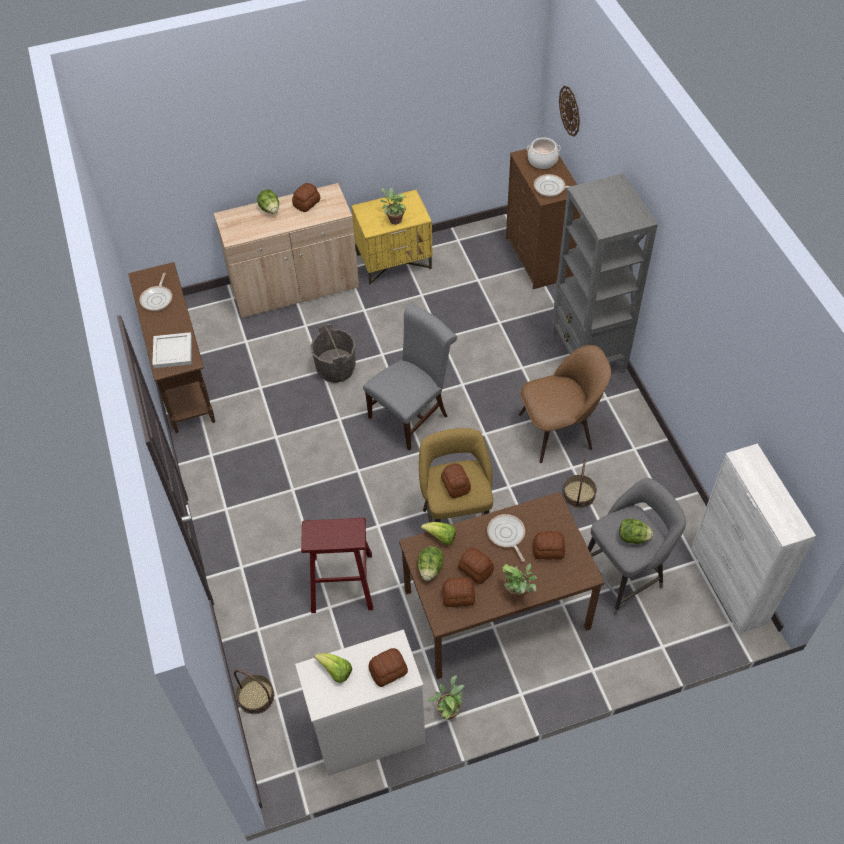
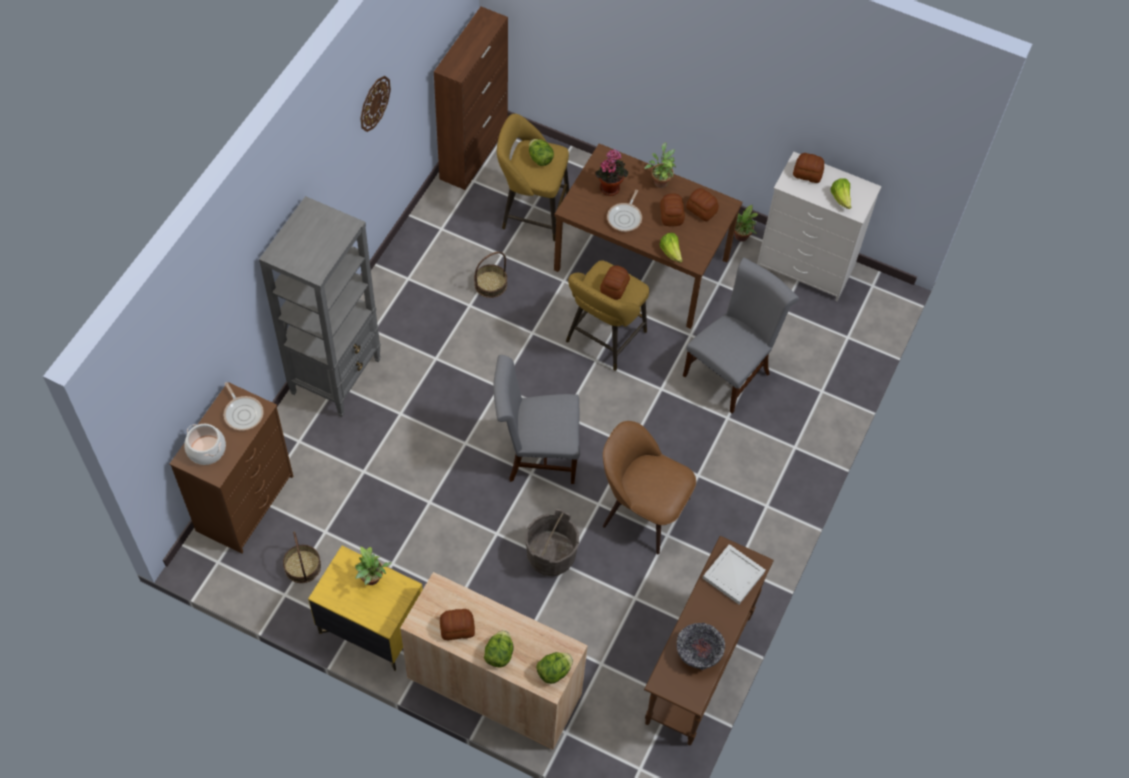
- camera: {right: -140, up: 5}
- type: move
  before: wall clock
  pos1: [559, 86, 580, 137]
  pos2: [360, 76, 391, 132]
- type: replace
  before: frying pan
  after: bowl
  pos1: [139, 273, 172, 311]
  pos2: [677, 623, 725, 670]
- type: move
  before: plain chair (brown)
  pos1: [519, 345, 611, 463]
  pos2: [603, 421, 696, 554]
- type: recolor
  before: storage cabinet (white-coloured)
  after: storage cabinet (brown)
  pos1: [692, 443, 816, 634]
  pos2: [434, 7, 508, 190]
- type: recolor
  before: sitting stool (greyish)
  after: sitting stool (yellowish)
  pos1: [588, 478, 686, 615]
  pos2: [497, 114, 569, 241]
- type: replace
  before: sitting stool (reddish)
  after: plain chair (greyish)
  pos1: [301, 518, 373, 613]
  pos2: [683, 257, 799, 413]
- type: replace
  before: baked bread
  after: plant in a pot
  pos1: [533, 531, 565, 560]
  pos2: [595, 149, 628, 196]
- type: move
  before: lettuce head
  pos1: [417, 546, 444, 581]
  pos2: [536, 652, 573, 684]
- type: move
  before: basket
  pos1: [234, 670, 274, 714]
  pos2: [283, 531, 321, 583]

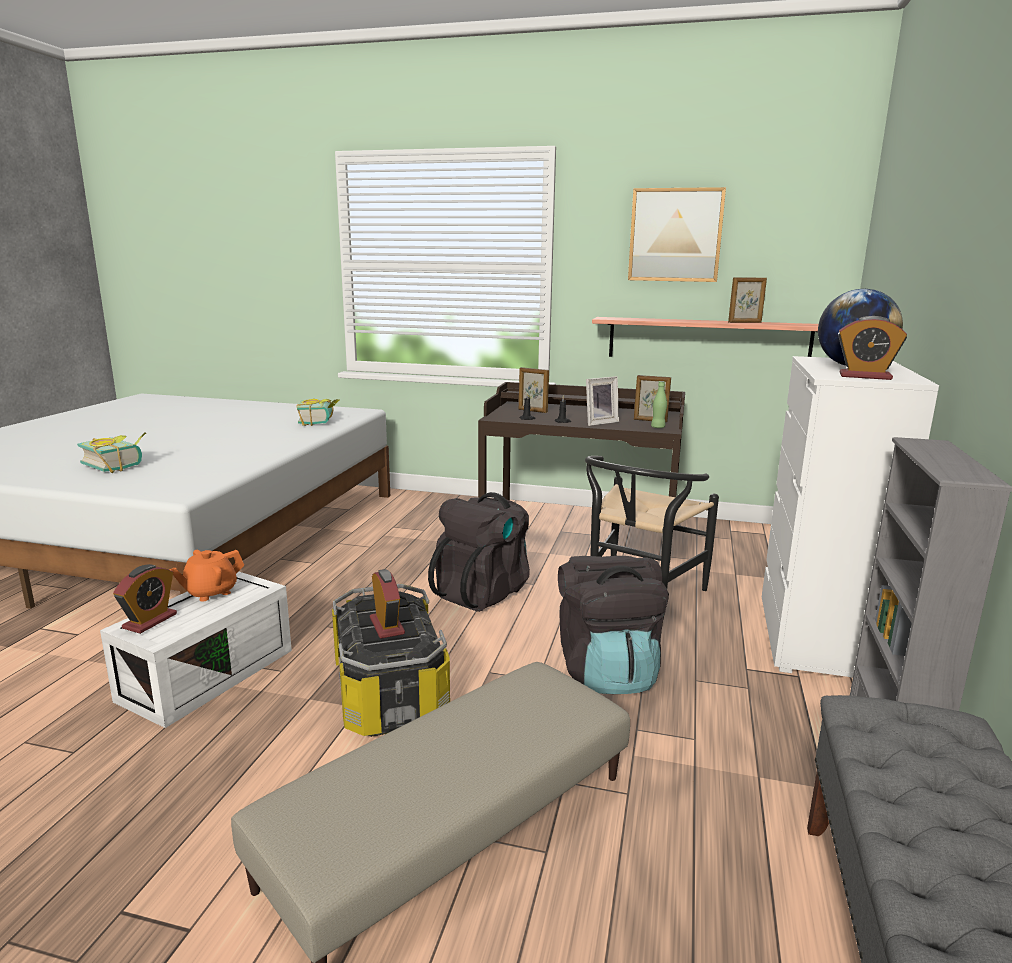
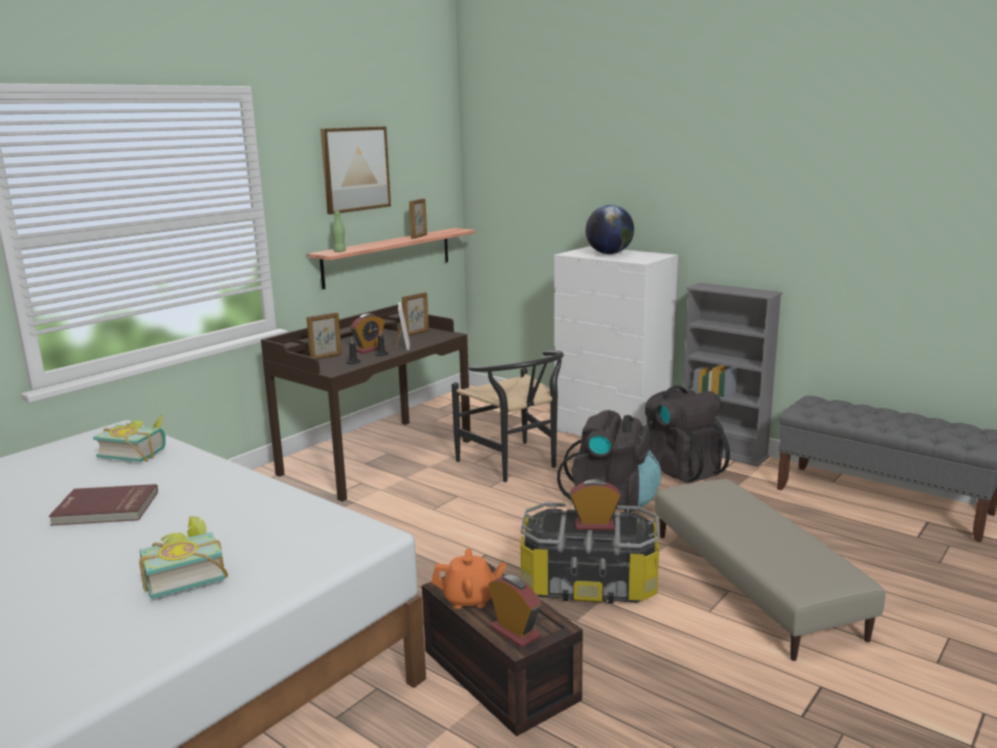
- camera: {right: -65, up: 0}
- type: move
  before: alarm clock
  pos1: [838, 316, 907, 380]
  pos2: [350, 313, 385, 354]
- type: move
  before: beverage bottle (green)
  pos1: [651, 381, 667, 428]
  pos2: [332, 211, 346, 252]
- type: move
  before: knapsack (black)
  pos1: [428, 492, 530, 612]
  pos2: [645, 385, 730, 484]
- type: rotate
  before: tea pot (orange)
  pos1: [169, 550, 244, 602]
  pos2: [432, 549, 506, 609]
  turn: -75
- type: recolor
  before: storage bin (white-coloured)
  after: storage bin (brown)
  pos1: [100, 572, 292, 728]
  pos2: [422, 563, 583, 737]
- type: insert
  after: bound book (reddish)
  pos2: [49, 484, 158, 526]

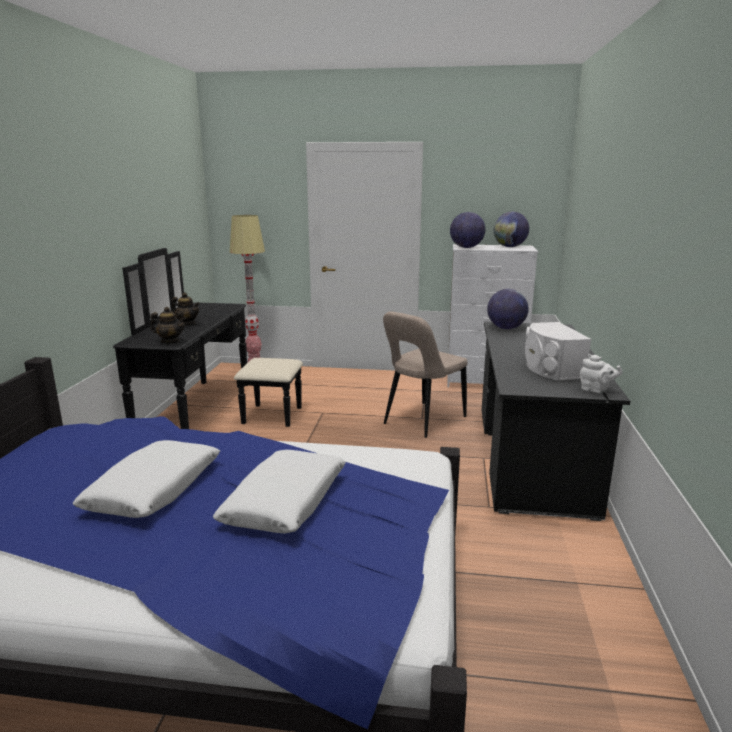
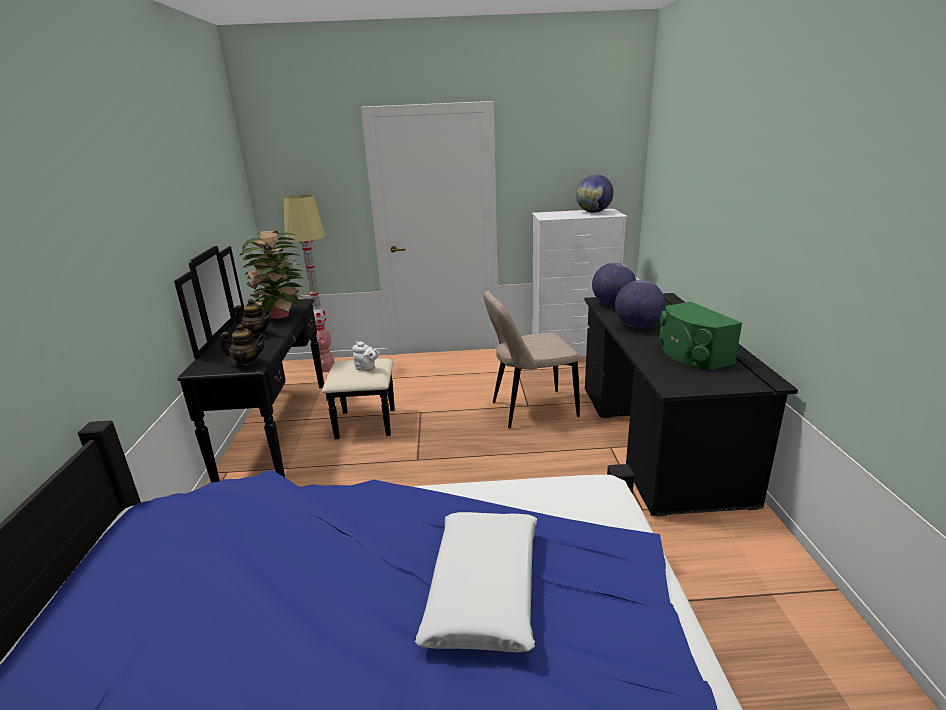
- camera: {right: -10, up: 5}
- type: move
  before: world globe
  pos1: [450, 212, 485, 248]
  pos2: [615, 280, 665, 328]
- type: rotate
  before: plain chair (beige)
  pos1: [383, 311, 468, 438]
  pos2: [483, 291, 580, 428]
  turn: 45
- type: recolor
  before: loudspeaker (white-coloured)
  after: loudspeaker (green)
  pos1: [525, 322, 591, 381]
  pos2: [660, 302, 742, 370]
- type: move
  before: tea pot (white-coloured)
  pos1: [580, 354, 623, 393]
  pos2: [352, 341, 380, 371]
- type: delete
  before: cushion (white-coloured)
  pos1: [73, 440, 220, 518]
- type: insert
  after: plant in a pot
  pos2: [239, 230, 308, 319]

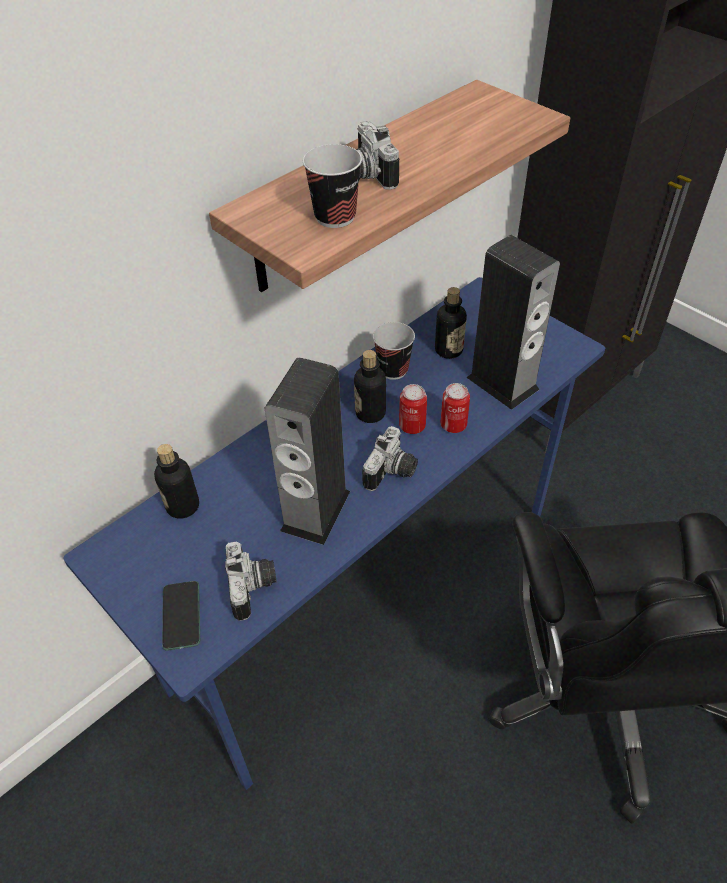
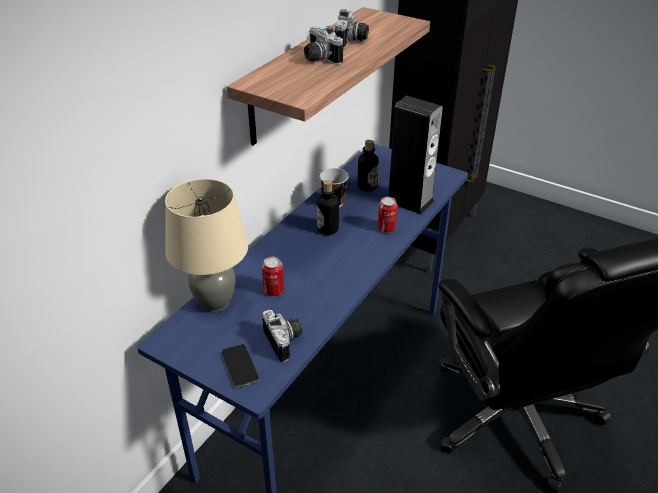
- camera: {right: -15, up: -10}
- type: delete
  before: small cup
  pos1: [303, 144, 362, 228]
- type: delete
  before: loudspeaker
  pos1: [265, 358, 350, 545]
- type: move
  before: sealed can
  pos1: [399, 384, 427, 434]
  pos2: [262, 257, 284, 296]
- type: move
  before: photo camera
  pos1: [362, 426, 418, 491]
  pos2: [334, 9, 369, 49]
- type: replace
  before: beverage bottle
  after: lamp for a table (beige)
  pos1: [154, 444, 199, 519]
  pos2: [165, 179, 248, 312]

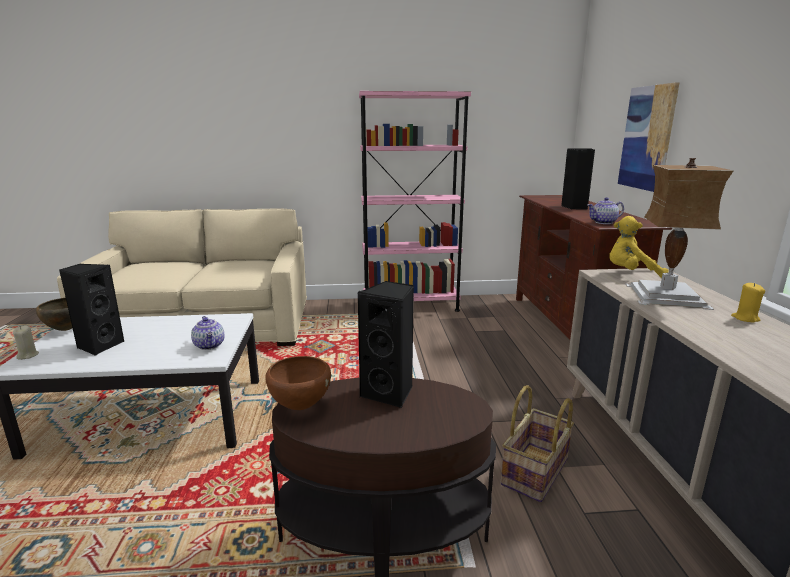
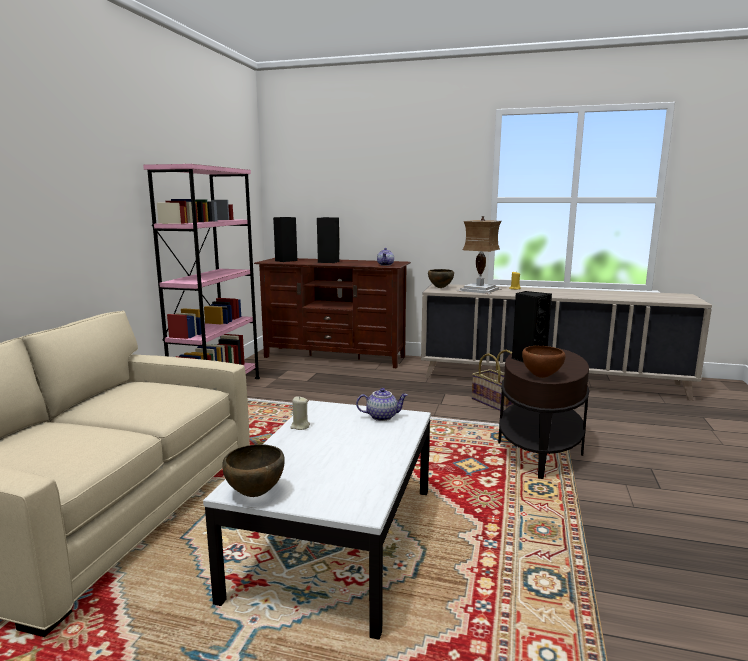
- camera: {right: -70, up: -5}
- type: delete
  before: wall art
  pos1: [618, 82, 680, 192]
- type: replace
  before: cuddly toy (yellowish)
  after: bowl (brown)
  pos1: [609, 216, 668, 279]
  pos2: [428, 269, 454, 288]
- type: move
  before: loudspeaker (black)
  pos1: [59, 263, 125, 356]
  pos2: [273, 217, 297, 262]
- type: move
  before: wax light (beige)
  pos1: [13, 326, 39, 360]
  pos2: [290, 396, 310, 430]

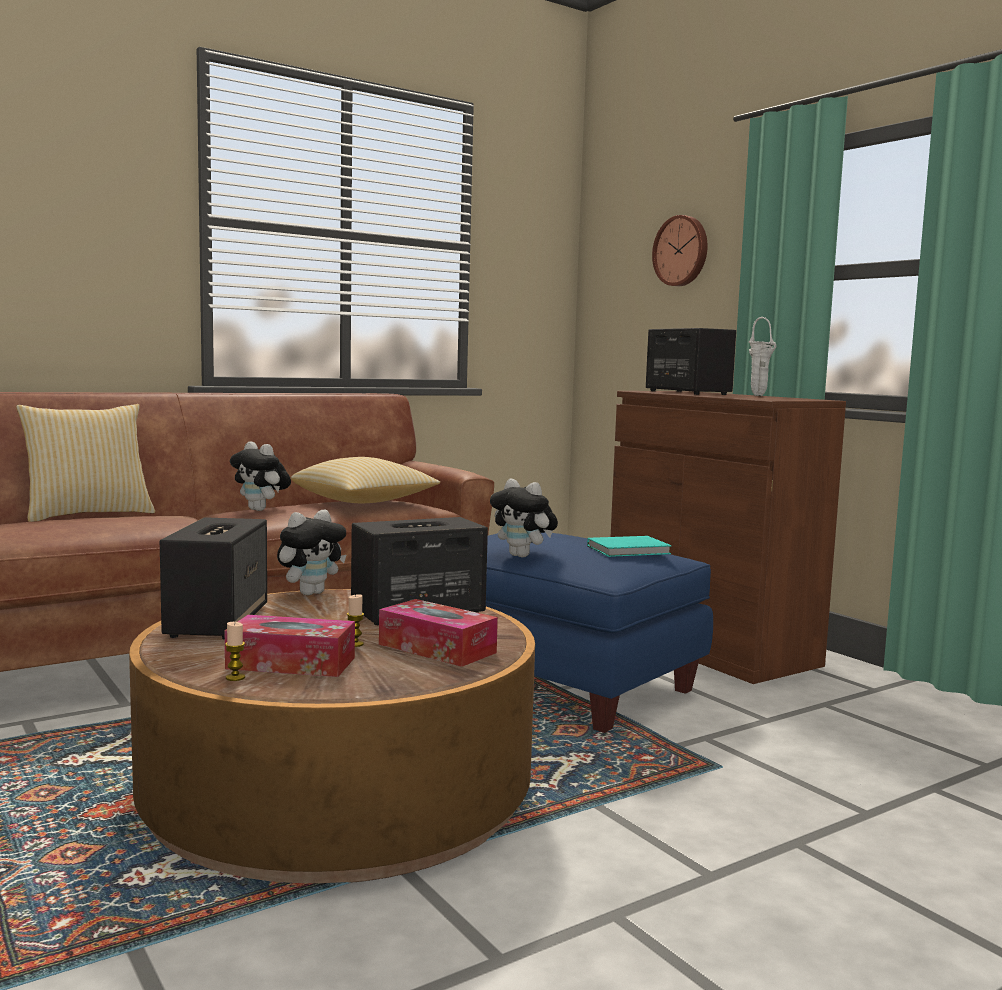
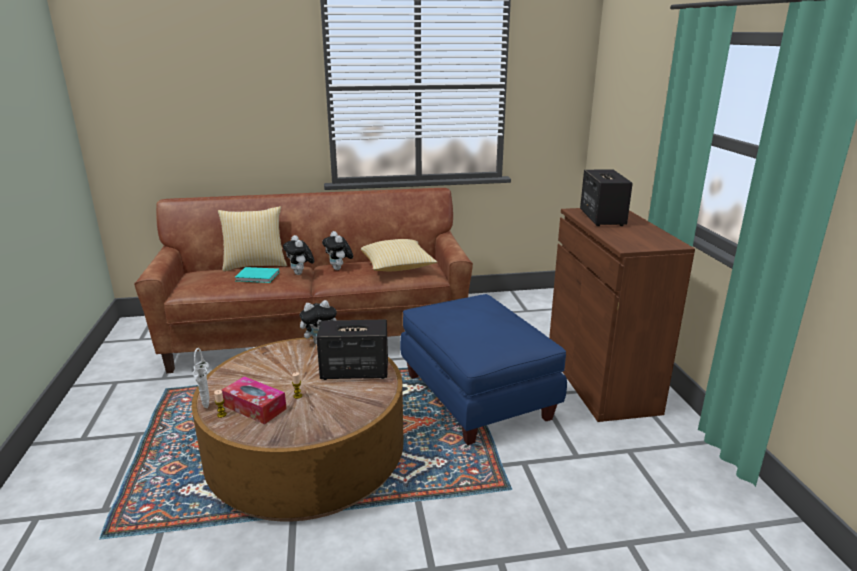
- camera: {right: 25, up: 15}
- type: delete
  before: wall clock
  pos1: [652, 215, 708, 286]
- type: move
  before: flower vase (white-coloured)
  pos1: [749, 317, 776, 396]
  pos2: [193, 348, 210, 408]
- type: move
  before: cuddly toy
  pos1: [490, 479, 558, 557]
  pos2: [283, 235, 314, 275]
- type: delete
  before: loudspeaker
  pos1: [160, 517, 267, 640]
- type: move
  before: bound book (turquoise)
  pos1: [587, 536, 672, 557]
  pos2: [235, 267, 279, 283]
- type: delete
  before: tissue holder
  pos1: [379, 599, 498, 667]

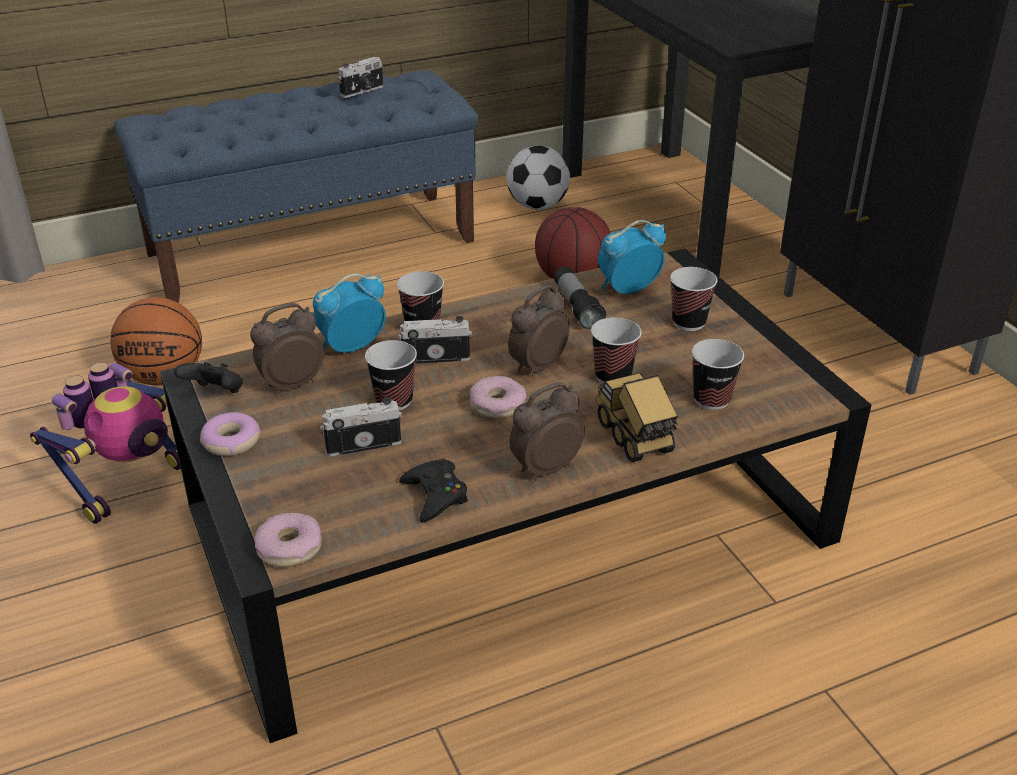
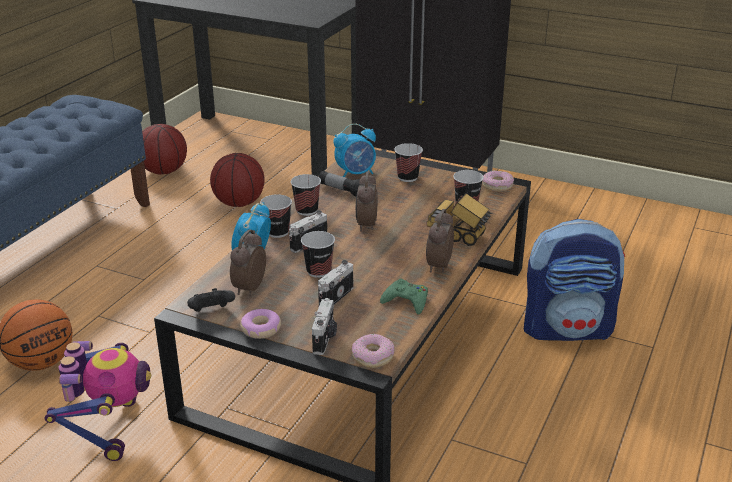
- camera: {right: -40, up: -5}
- type: move
  before: photo camera
  pos1: [338, 57, 383, 98]
  pos2: [312, 298, 337, 355]
- type: replace
  before: football ball
  after: basketball ball
  pos1: [507, 145, 570, 210]
  pos2: [142, 124, 187, 174]
- type: rotate
  before: alarm clock
  pos1: [598, 220, 666, 294]
  pos2: [333, 123, 376, 177]
  turn: -135
- type: move
  before: small cup
  pos1: [591, 317, 641, 384]
  pos2: [291, 174, 321, 216]
- type: move
  before: ring doughnut
  pos1: [470, 376, 526, 419]
  pos2: [482, 171, 514, 192]
- type: recolor
  before: gamepad (black)
  after: gamepad (green)
  pos1: [399, 459, 468, 523]
  pos2: [380, 279, 428, 314]
- type: insert
  after: knapsack
  pos2: [524, 219, 625, 341]

